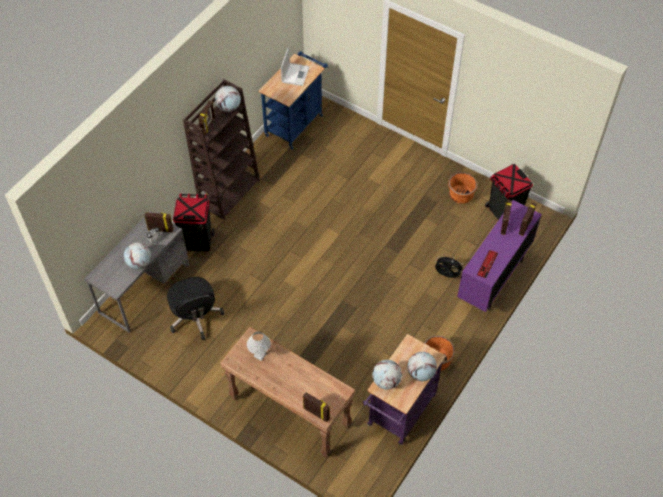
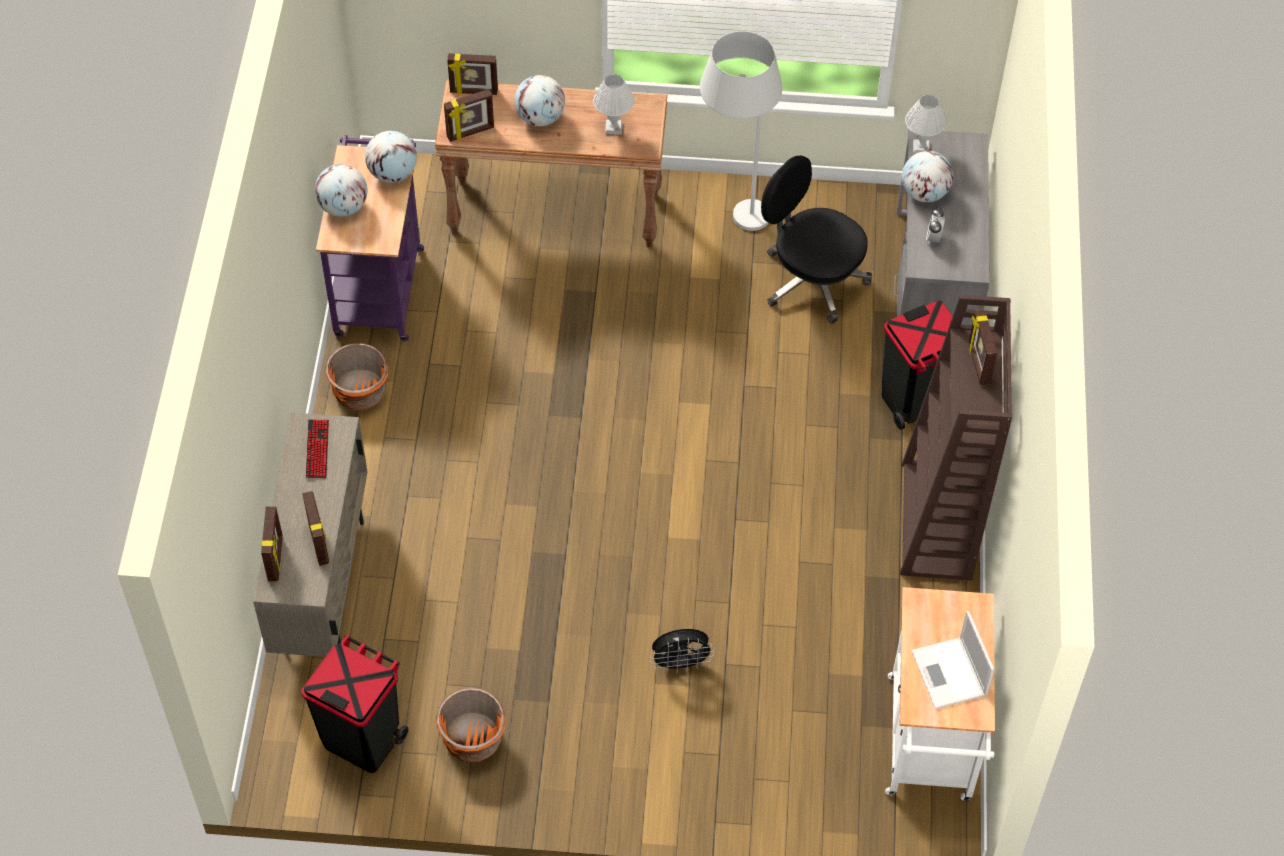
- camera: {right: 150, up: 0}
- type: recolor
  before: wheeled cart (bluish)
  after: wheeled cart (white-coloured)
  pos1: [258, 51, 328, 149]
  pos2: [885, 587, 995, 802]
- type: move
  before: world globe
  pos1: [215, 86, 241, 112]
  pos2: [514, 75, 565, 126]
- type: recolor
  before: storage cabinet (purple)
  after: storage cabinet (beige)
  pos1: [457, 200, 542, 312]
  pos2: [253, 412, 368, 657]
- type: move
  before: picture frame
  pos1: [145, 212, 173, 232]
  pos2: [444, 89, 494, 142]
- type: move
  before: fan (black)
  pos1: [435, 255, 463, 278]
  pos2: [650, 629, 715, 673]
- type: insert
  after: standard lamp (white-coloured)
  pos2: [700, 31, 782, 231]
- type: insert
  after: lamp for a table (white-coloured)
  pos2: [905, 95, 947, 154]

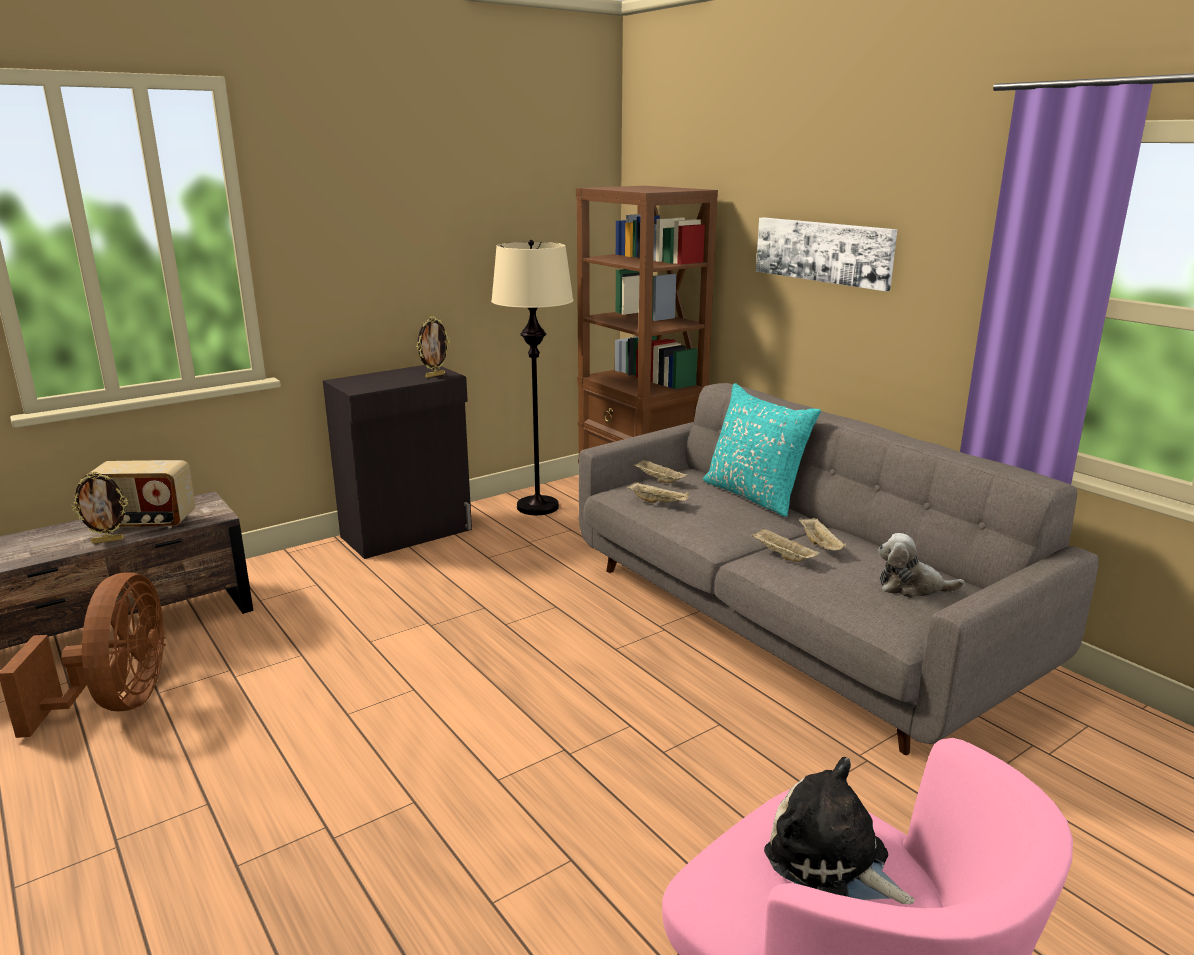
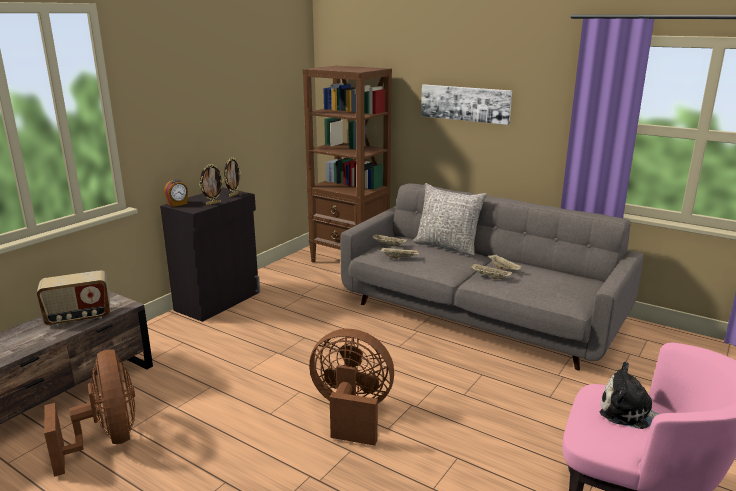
- camera: {right: -20, up: 0}
- type: delete
  before: standard lamp (beige)
  pos1: [491, 240, 574, 515]
- type: recolor
  before: cushion (turquoise)
  after: cushion (greyish)
  pos1: [703, 383, 821, 517]
  pos2: [413, 183, 487, 256]
- type: move
  before: picture frame
  pos1: [71, 472, 128, 544]
  pos2: [199, 164, 224, 205]
- type: delete
  before: cuddly toy
  pos1: [878, 533, 965, 598]
- type: insert
  after: alarm clock
  pos2: [164, 180, 188, 207]
- type: insert
  after: fan (brown)
  pos2: [309, 329, 394, 446]

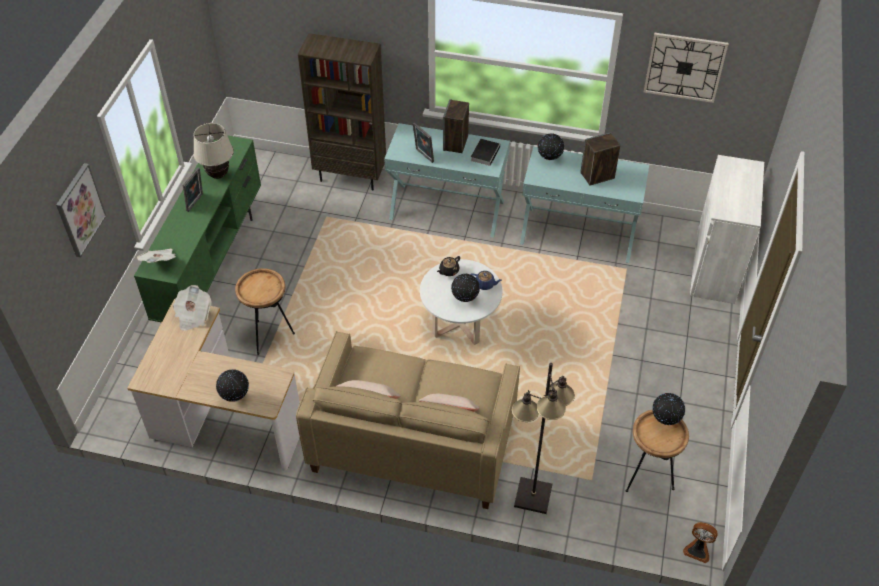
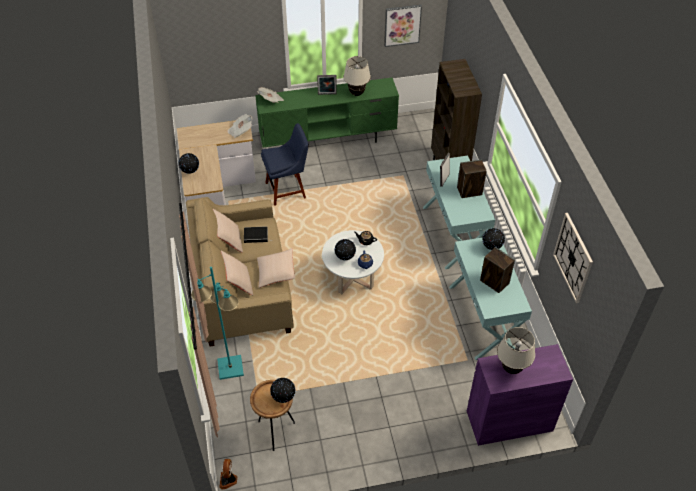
- camera: {right: 65, up: 0}
- type: move
  before: bound book
  pos1: [471, 139, 500, 166]
  pos2: [244, 226, 270, 243]
- type: recolor
  before: storage cabinet (white-coloured)
  after: storage cabinet (purple)
  pos1: [690, 155, 764, 304]
  pos2: [467, 344, 573, 446]
- type: move
  before: wall art
  pos1: [56, 163, 106, 257]
  pos2: [384, 4, 422, 47]
- type: replace
  before: side table (brown)
  after: plain chair (bluish)
  pos1: [235, 268, 295, 355]
  pos2: [261, 123, 309, 206]
- type: recolor
  before: standard lamp (black)
  after: standard lamp (turquoise)
  pos1: [512, 363, 575, 514]
  pos2: [191, 267, 244, 380]
- type: insert
  after: cushion (beige)
  pos2: [257, 248, 295, 288]
- type: insert
  after: lamp for a table (beige)
  pos2: [497, 327, 535, 374]

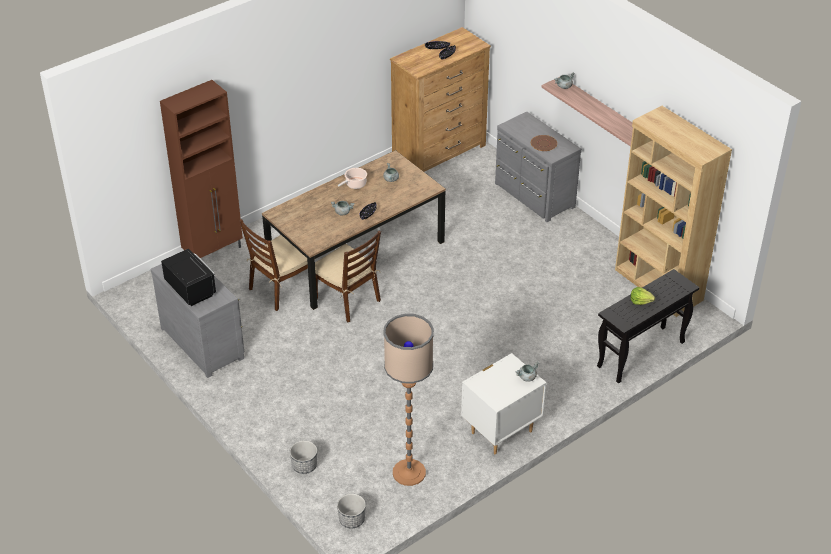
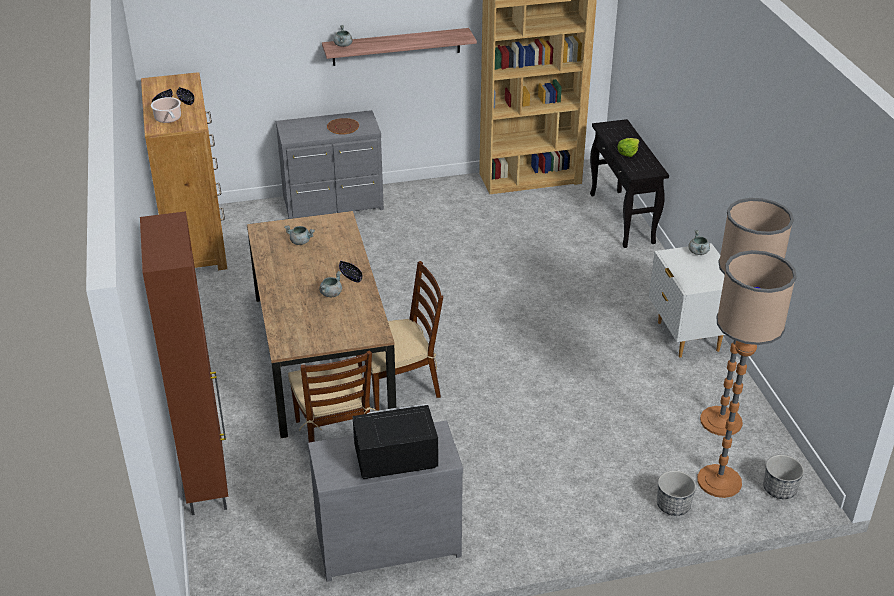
- camera: {right: -65, up: -5}
- type: move
  before: saucepot
  pos1: [338, 168, 367, 189]
  pos2: [151, 97, 181, 123]
- type: insert
  after: standard lamp
  pos2: [697, 250, 797, 498]

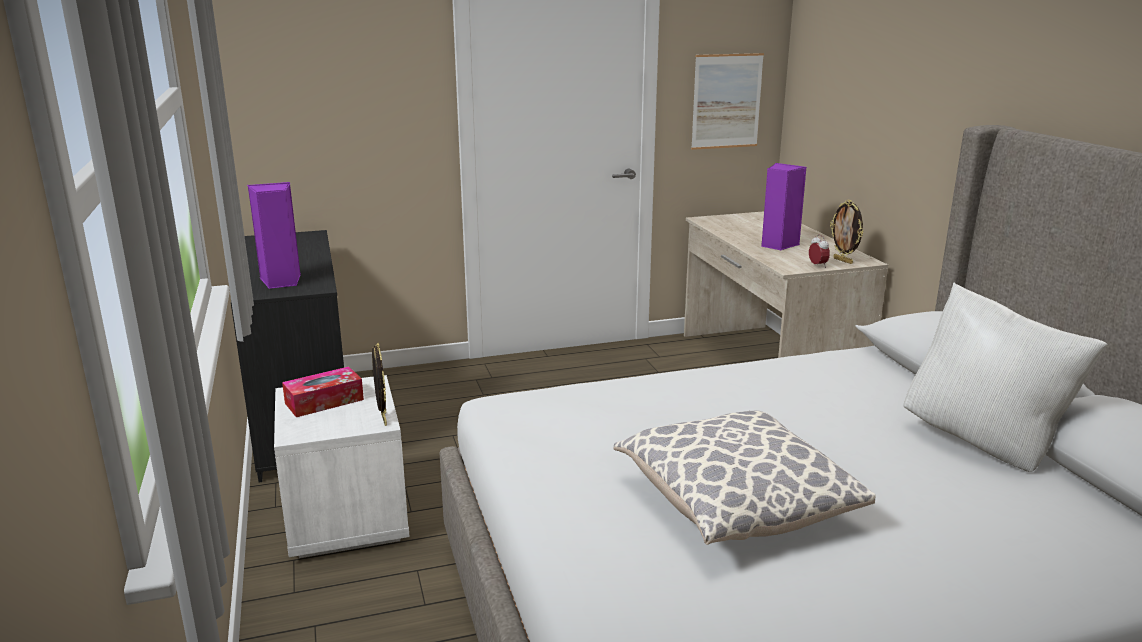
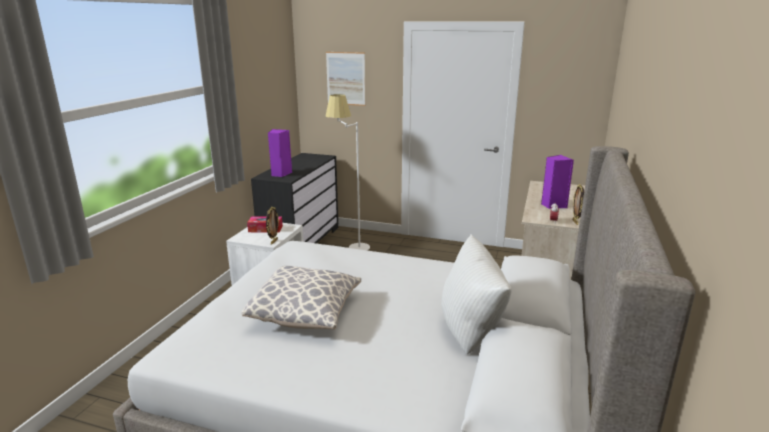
- camera: {right: 35, up: 0}
- type: move
  before: wall art
  pos1: [691, 53, 764, 150]
  pos2: [326, 52, 365, 106]
- type: insert
  after: standard lamp (white-coloured)
  pos2: [326, 94, 370, 250]

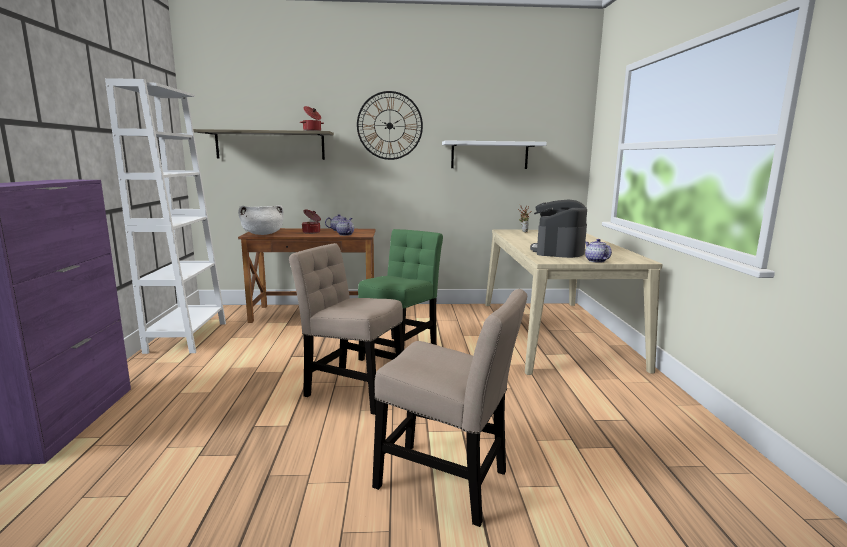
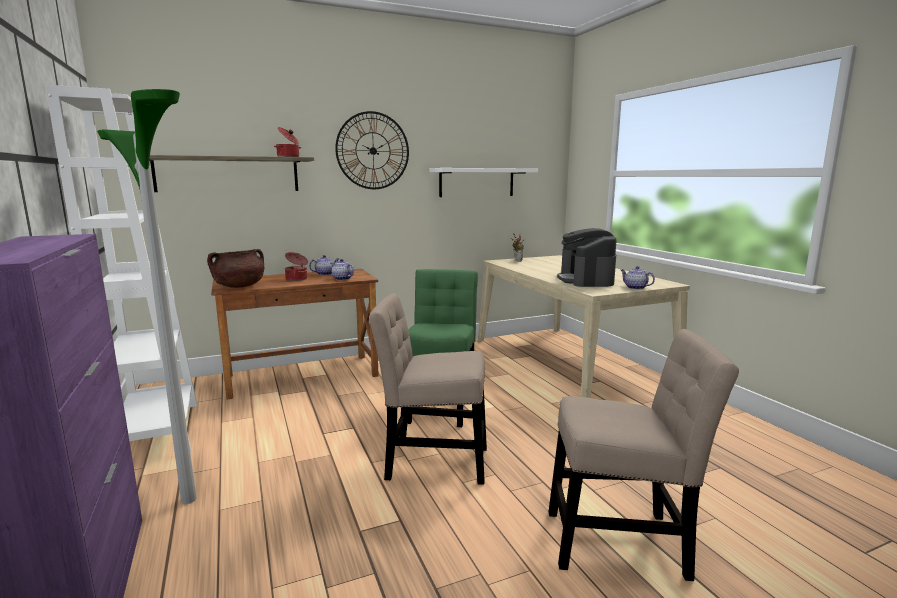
- camera: {right: -20, up: 0}
- type: recolor
  before: saucepot (white-coloured)
  after: saucepot (brown)
  pos1: [238, 205, 284, 235]
  pos2: [207, 249, 264, 288]
- type: insert
  after: standard lamp
  pos2: [97, 89, 197, 504]

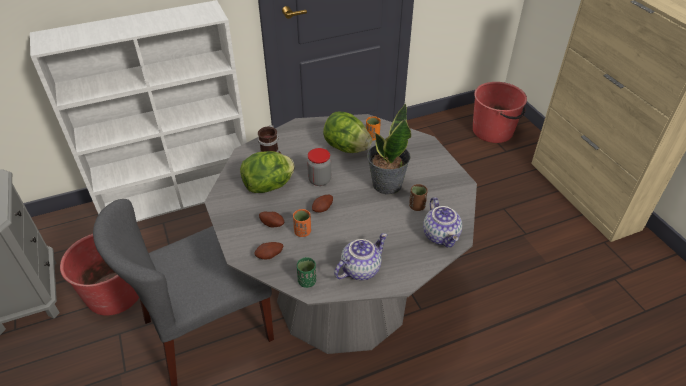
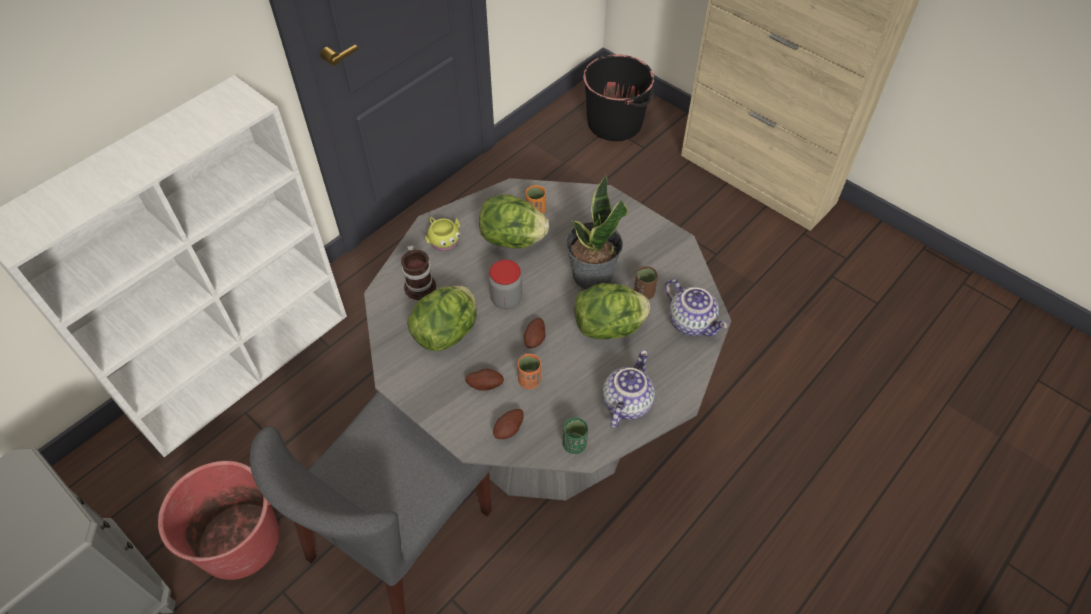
- camera: {right: -25, up: 10}
- type: recolor
  before: water bucket (reddish)
  after: water bucket (black)
  pos1: [473, 82, 527, 143]
  pos2: [583, 54, 654, 141]
- type: insert
  after: mug (yellowish)
  pos2: [425, 217, 460, 251]
- type: insert
  after: lettuce head
  pos2: [574, 283, 650, 339]

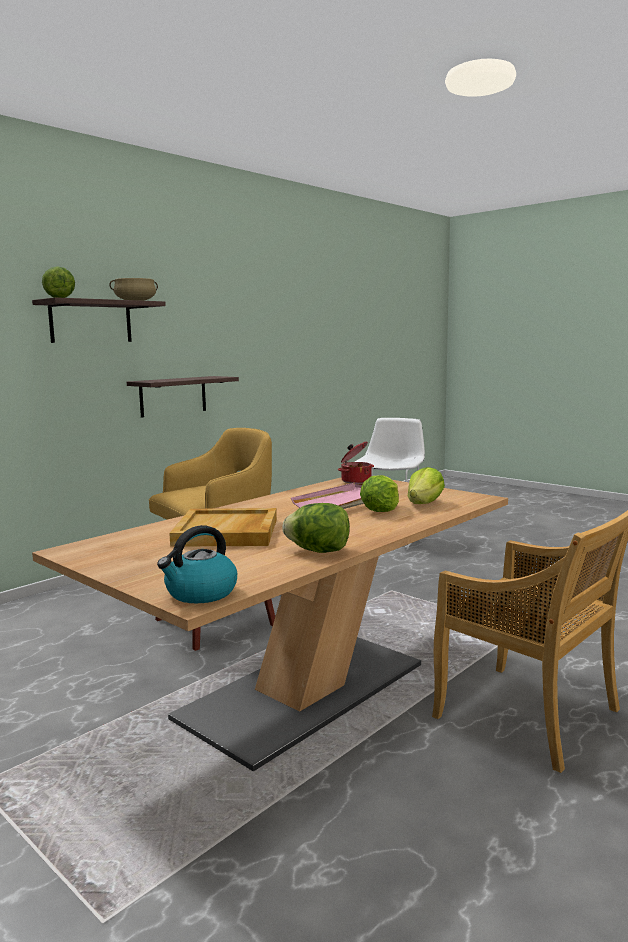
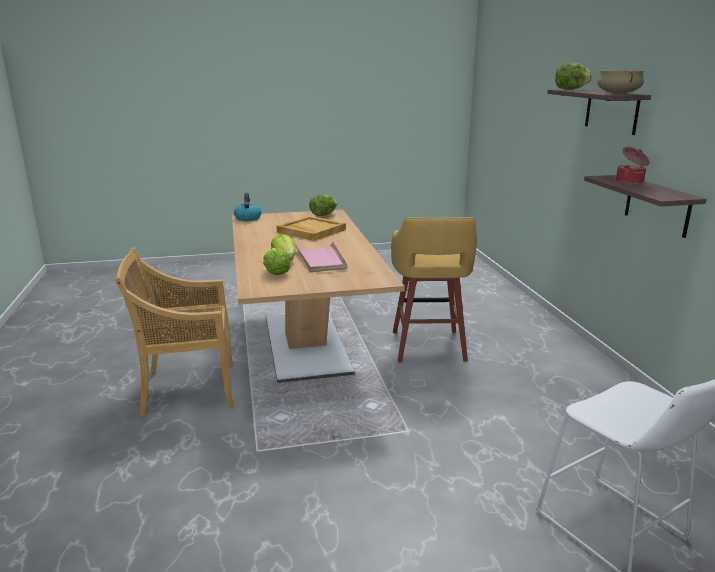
- camera: {right: 125, up: 10}
- type: move
  before: saucepot
  pos1: [338, 441, 374, 483]
  pos2: [616, 147, 649, 184]
- type: move
  before: lettuce head
  pos1: [282, 503, 350, 553]
  pos2: [309, 194, 337, 216]

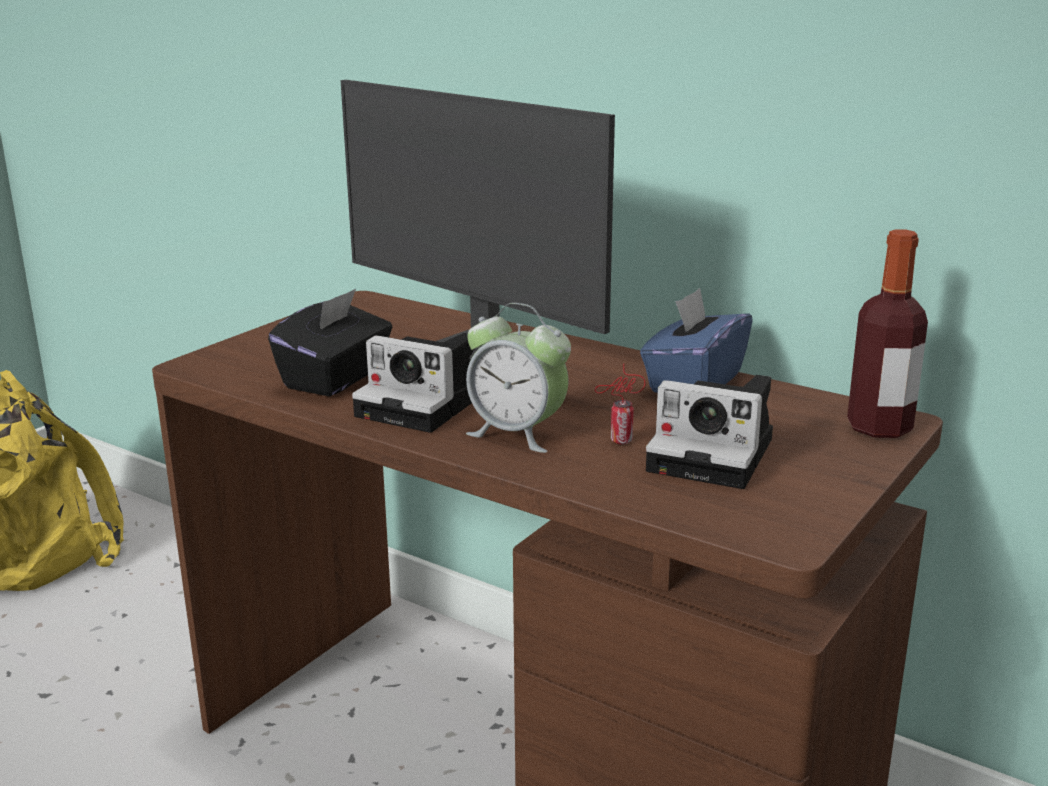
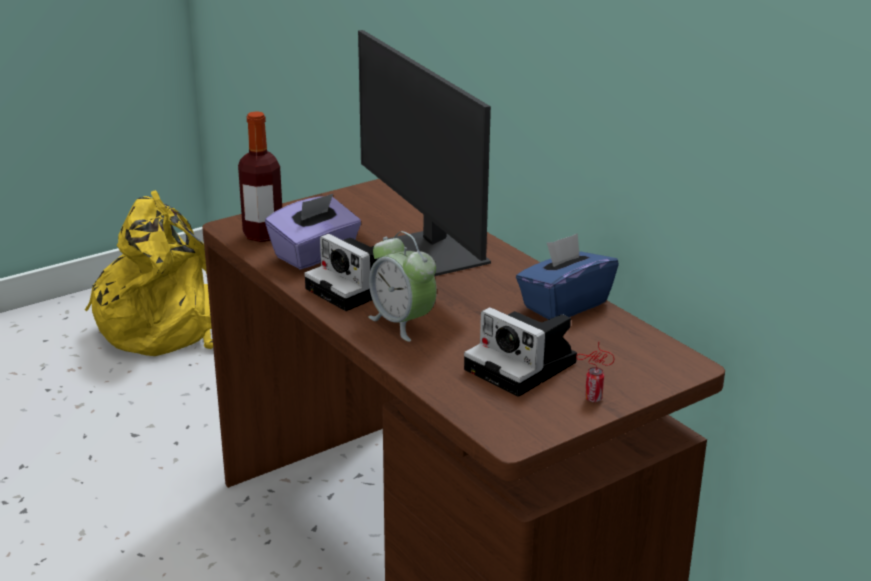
- camera: {right: 20, up: 5}
- type: move
  before: beverage bottle
  pos1: [847, 229, 928, 438]
  pos2: [238, 111, 282, 242]
- type: recolor
  before: tissue holder (black)
  after: tissue holder (purple)
  pos1: [268, 289, 392, 397]
  pos2: [265, 193, 361, 270]
- type: move
  before: sealed can
  pos1: [595, 364, 645, 444]
  pos2: [576, 342, 614, 402]

